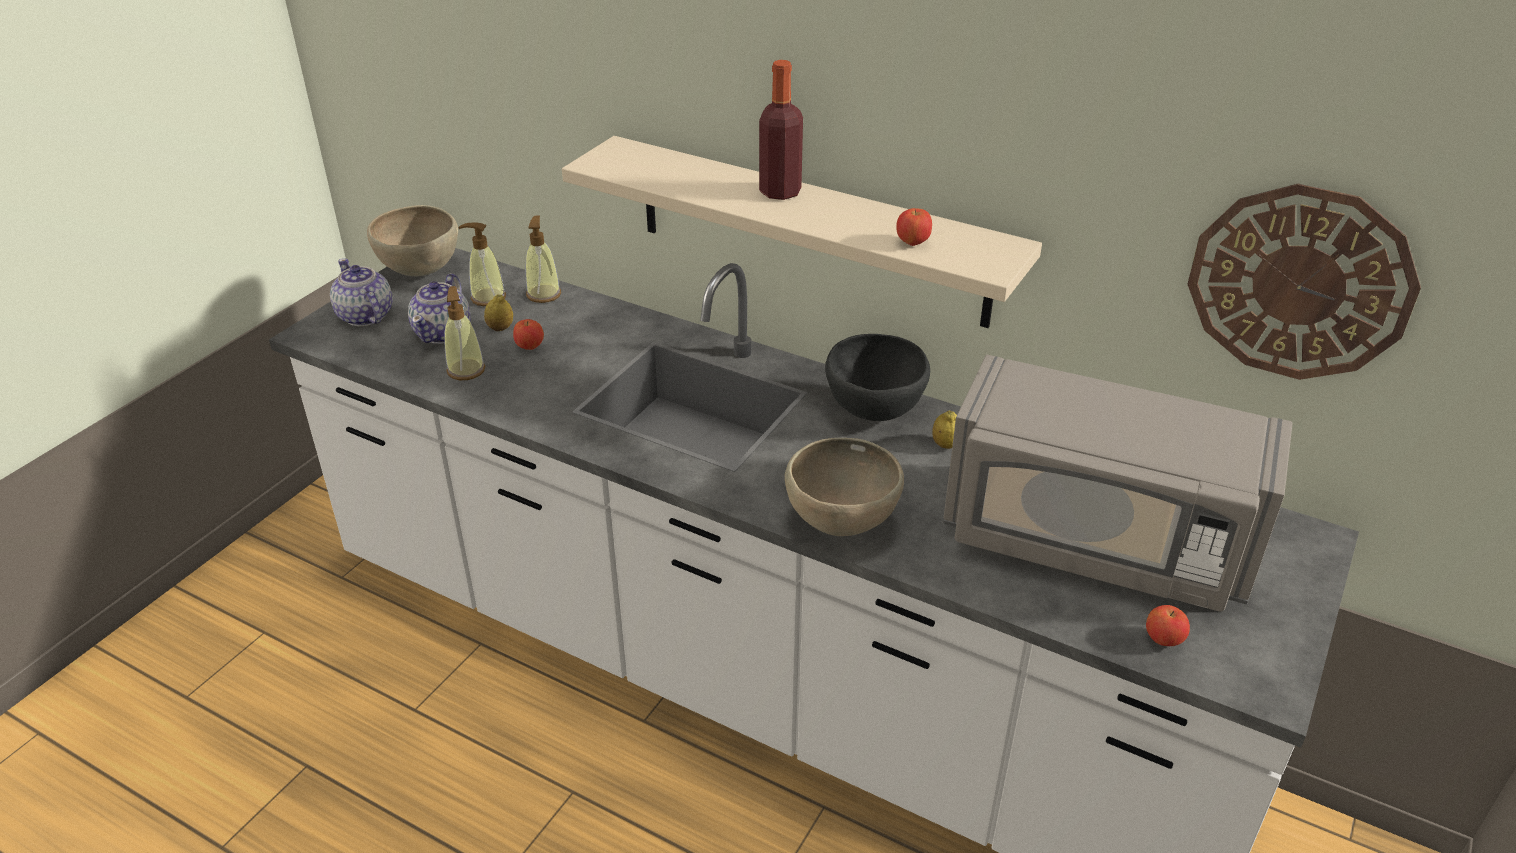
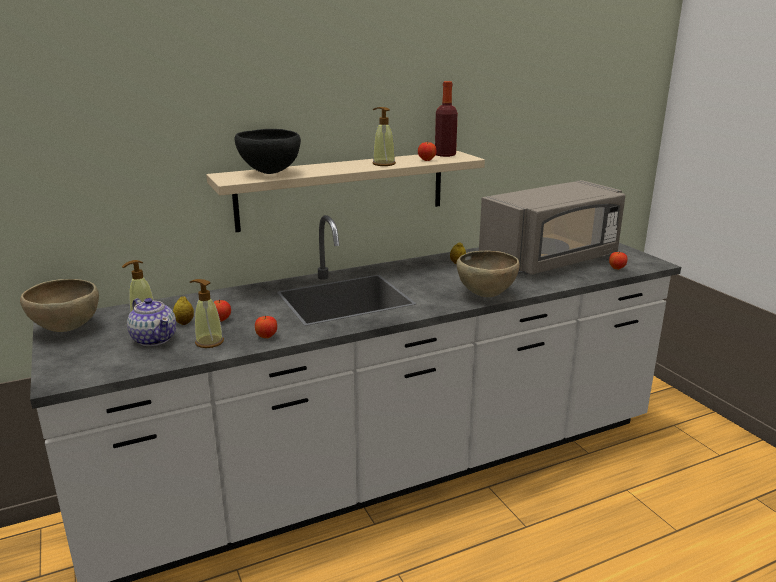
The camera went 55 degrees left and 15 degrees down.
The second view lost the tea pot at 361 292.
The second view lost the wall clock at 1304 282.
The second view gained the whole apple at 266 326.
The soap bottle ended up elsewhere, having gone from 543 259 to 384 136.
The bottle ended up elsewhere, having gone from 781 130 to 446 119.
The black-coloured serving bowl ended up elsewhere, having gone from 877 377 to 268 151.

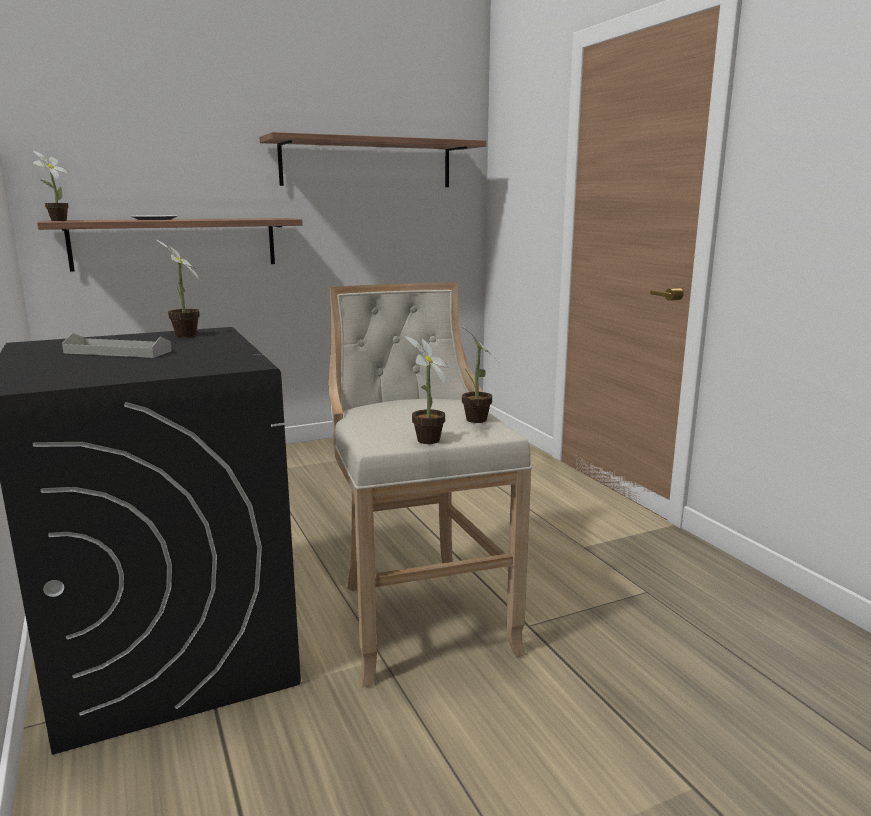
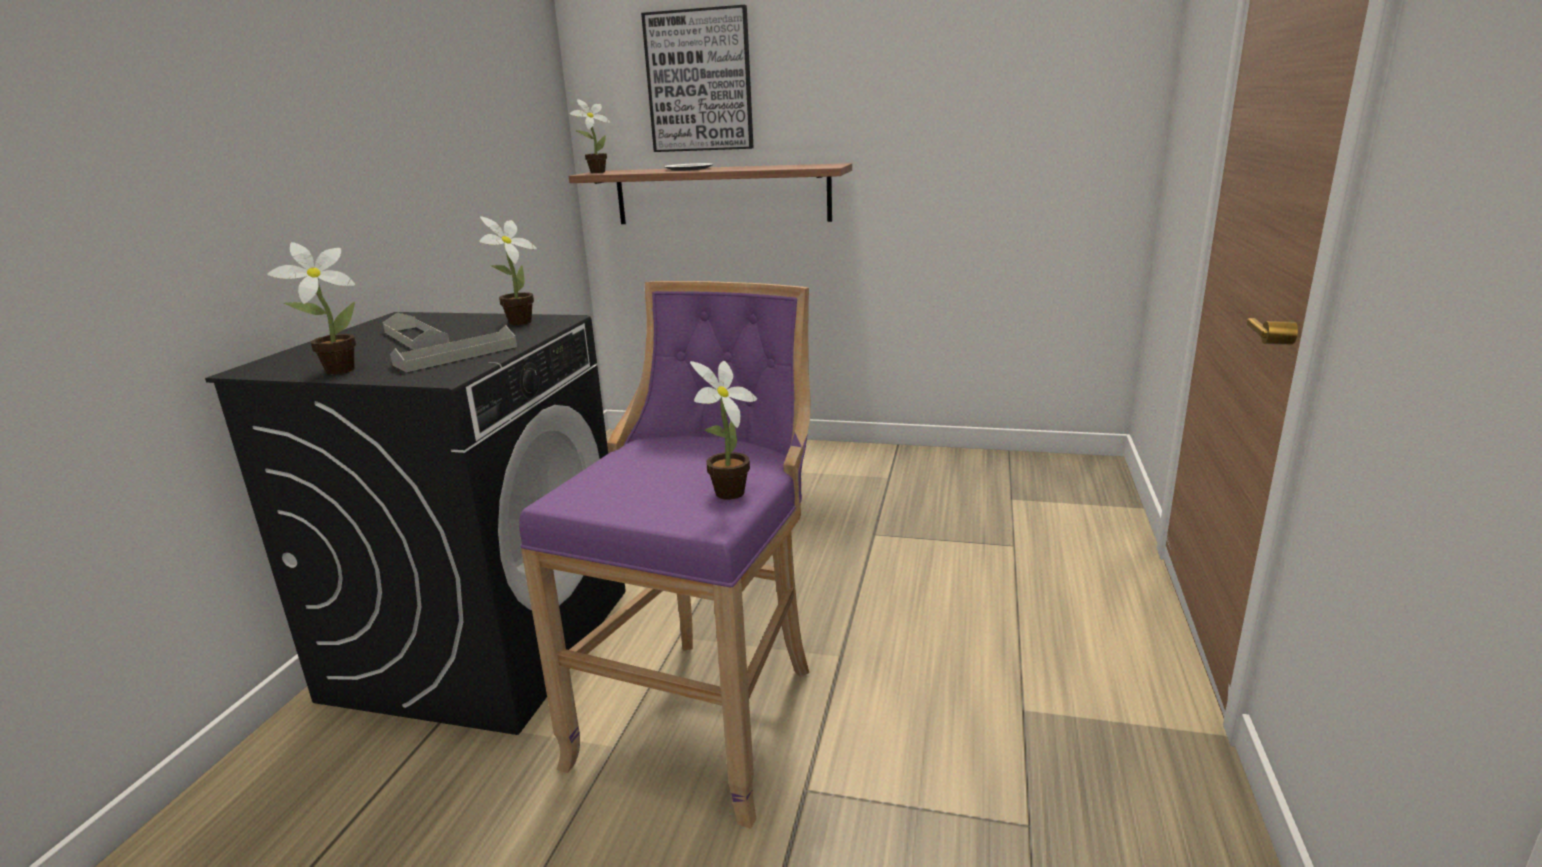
The camera went 40 degrees right and 5 degrees up.
The second view lost the wall shelf at 373 159.
The second view gained the gray carrying tray at 453 348.
The second view gained the picture at 697 78.
The houseplant ended up elsewhere, having gone from 427 390 to 311 308.
What was the beige-coloured sitting stool at 430 485 turned into the purple sitting stool at 665 555.

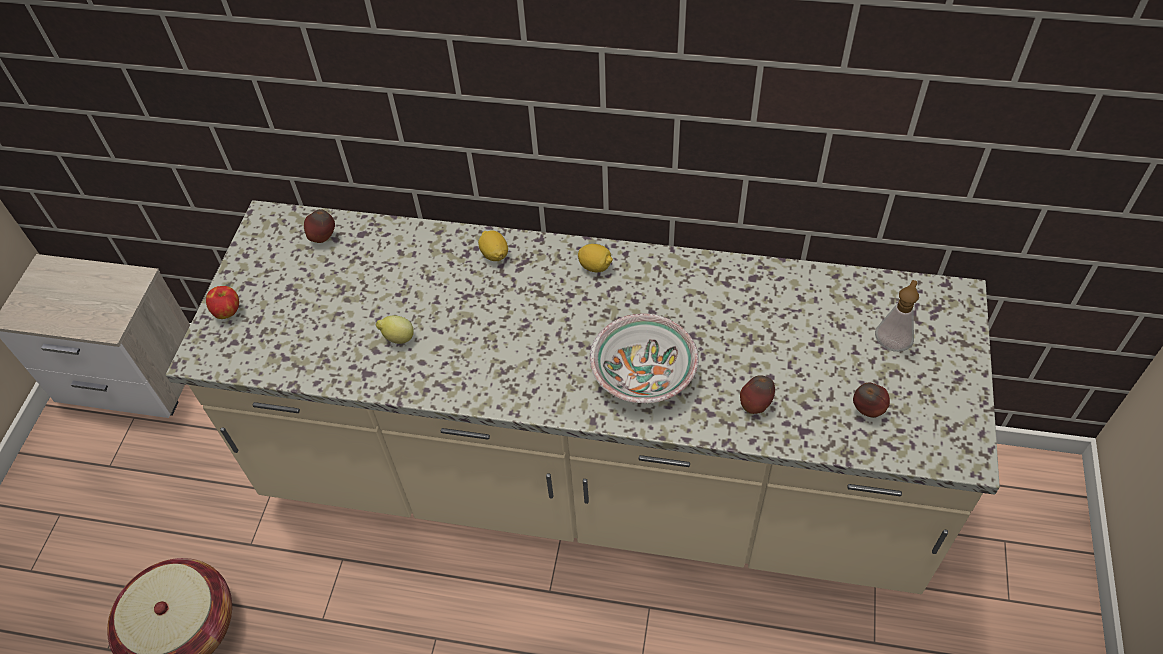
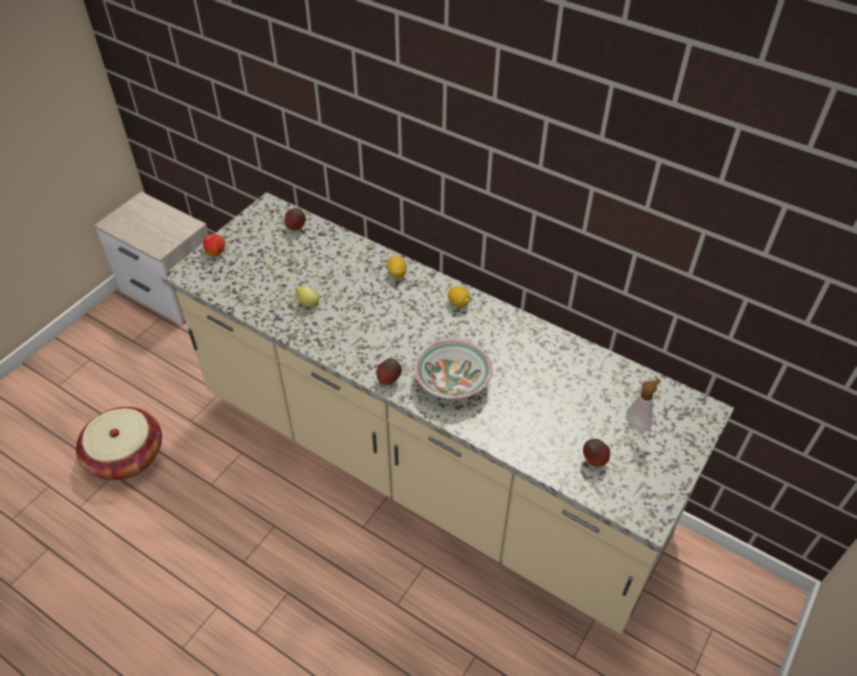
The camera went 20 degrees right and 5 degrees down.
The whole apple ended up elsewhere, having gone from 757 394 to 389 371.

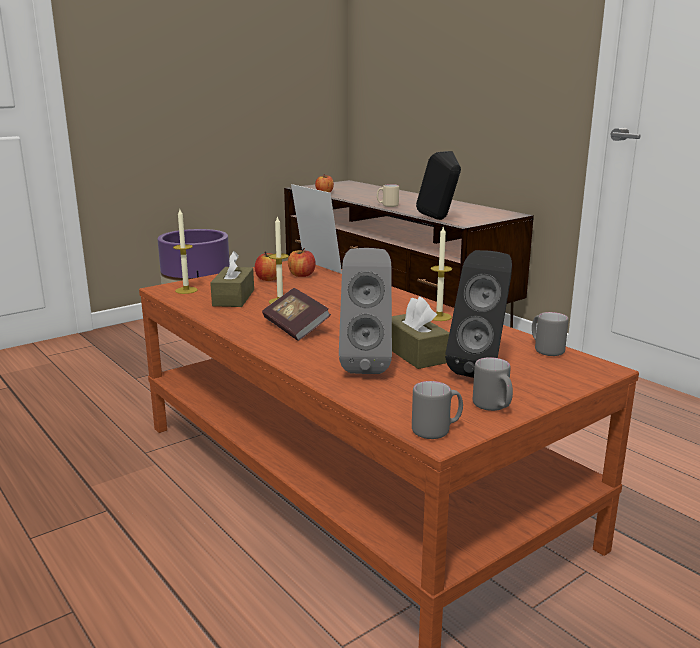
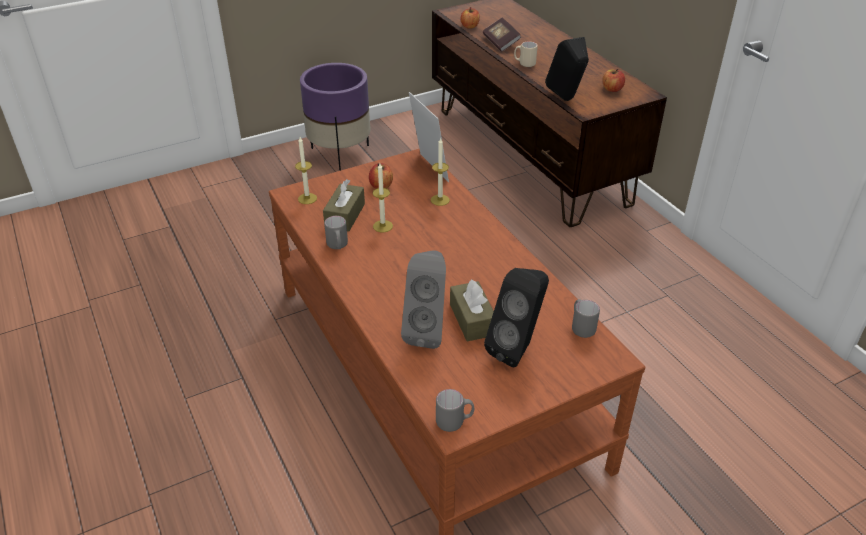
The camera went 10 degrees right and 20 degrees up.
The volume ended up elsewhere, having gone from 296 314 to 502 35.
The whole apple ended up elsewhere, having gone from 302 262 to 613 80.
The candle ended up elsewhere, having gone from 441 274 to 440 171.
The gray coffee mug ended up elsewhere, having gone from 493 384 to 336 232.

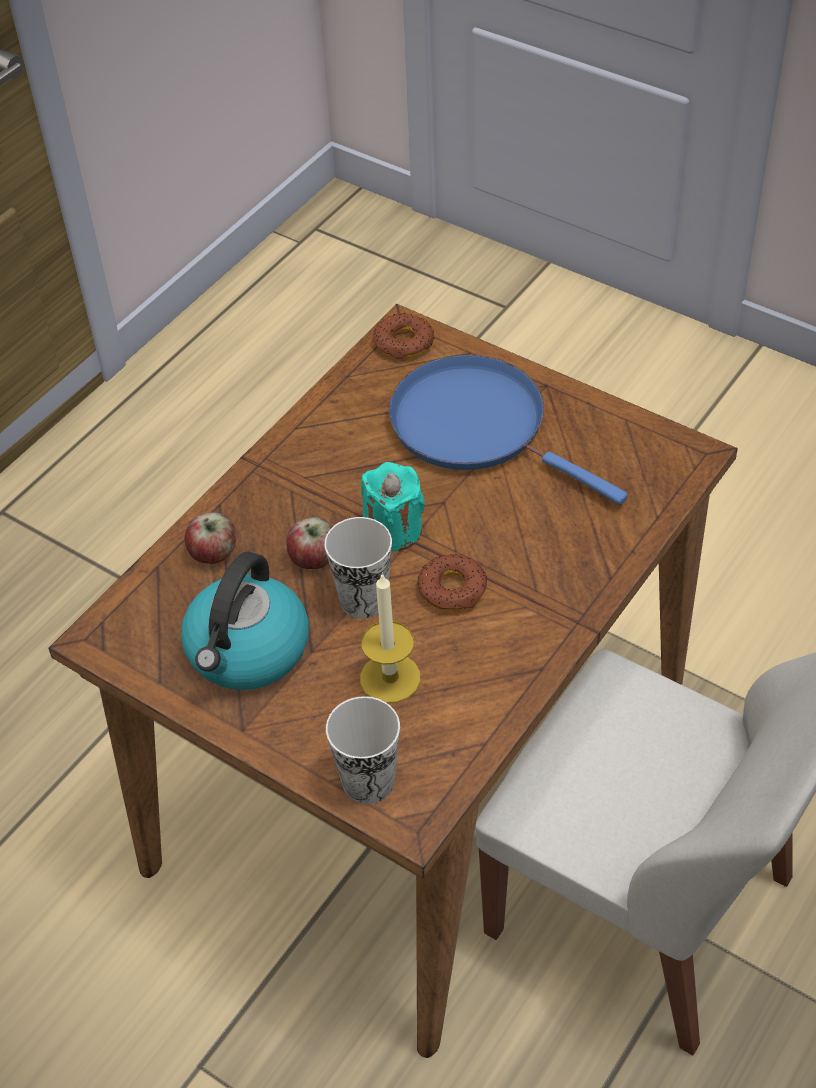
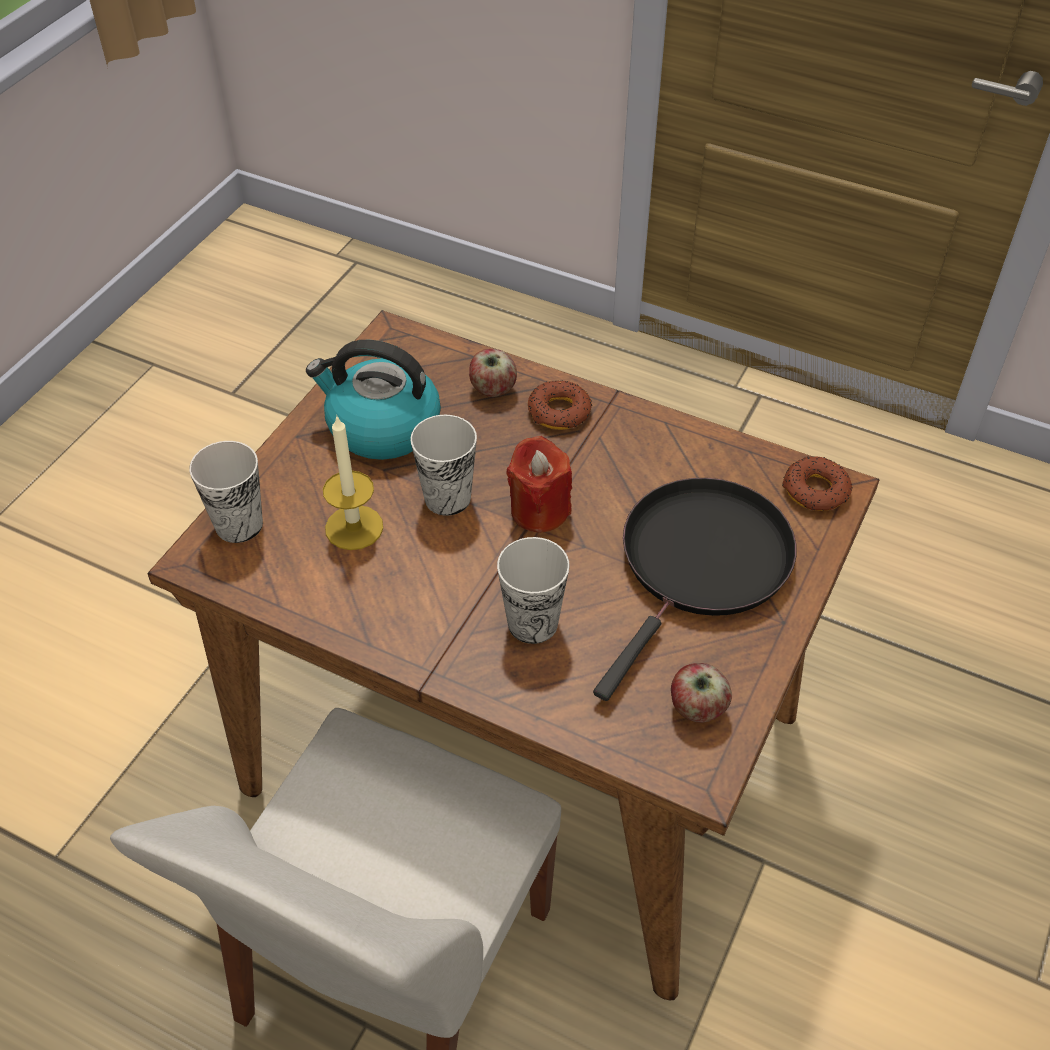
The camera went 80 degrees right and 0 degrees up.
The second view gained the cup at 533 590.
The whole apple ended up elsewhere, having gone from 309 543 to 701 693.
The donut ended up elsewhere, having gone from 452 582 to 560 405.
What was the blue-green candle at 393 506 turned into the reddish candle at 539 484.
What was the blue-coloured skillet at 508 430 turned into the black-coloured skillet at 695 589.

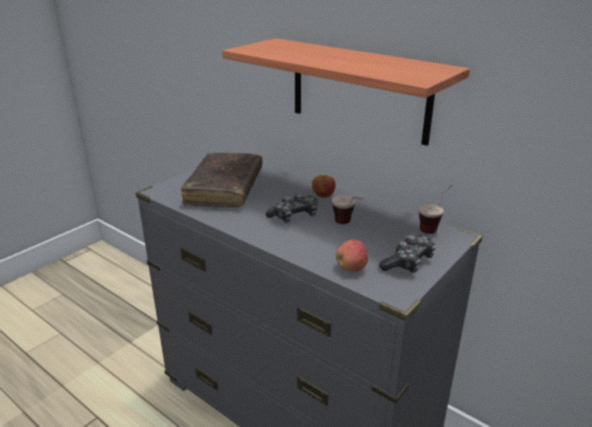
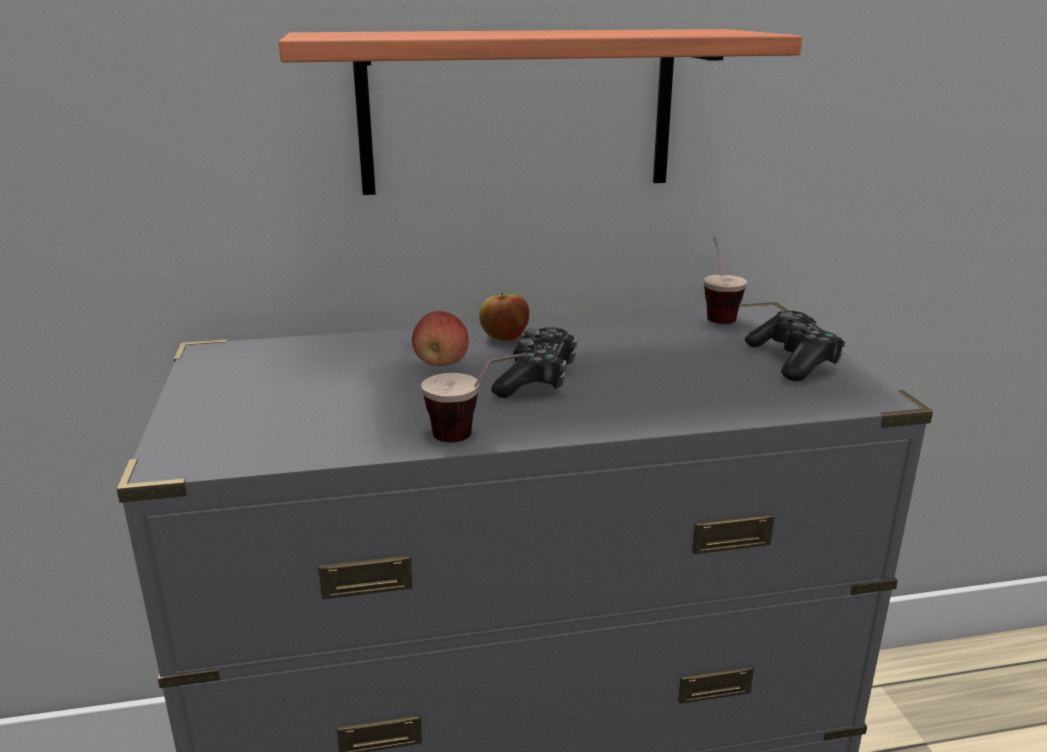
The camera went 50 degrees left and 5 degrees down.
The second view lost the brownish volume at 221 180.
The cup ended up elsewhere, having gone from 347 209 to 473 397.
The whole apple ended up elsewhere, having gone from 352 255 to 440 338.

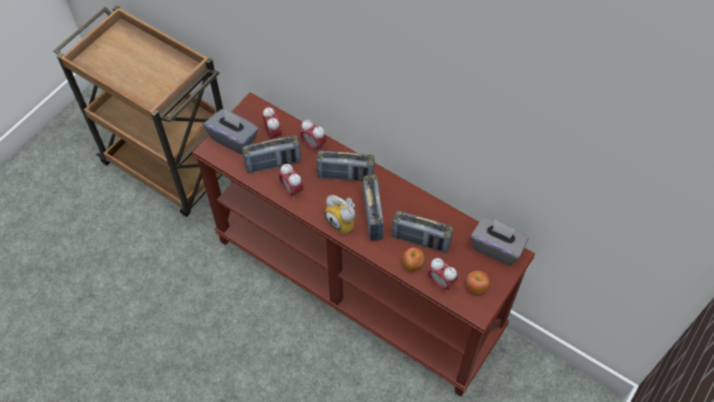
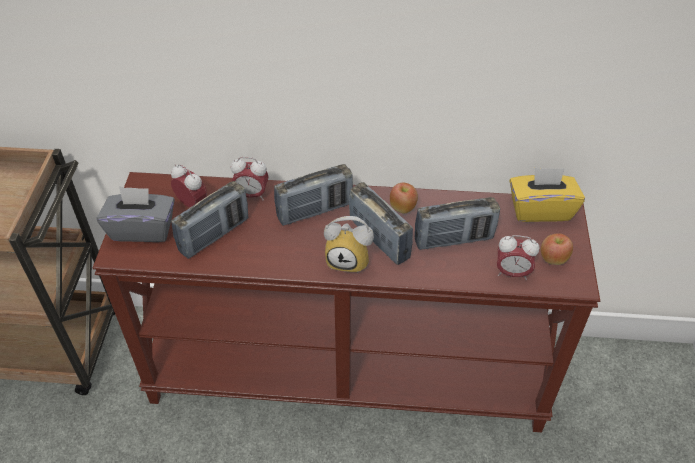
The camera went 30 degrees left and 10 degrees down.
The second view lost the alarm clock at 291 181.
The whole apple ended up elsewhere, having gone from 413 259 to 404 198.
What was the gray tissue holder at 500 241 turned into the yellow tissue holder at 547 195.

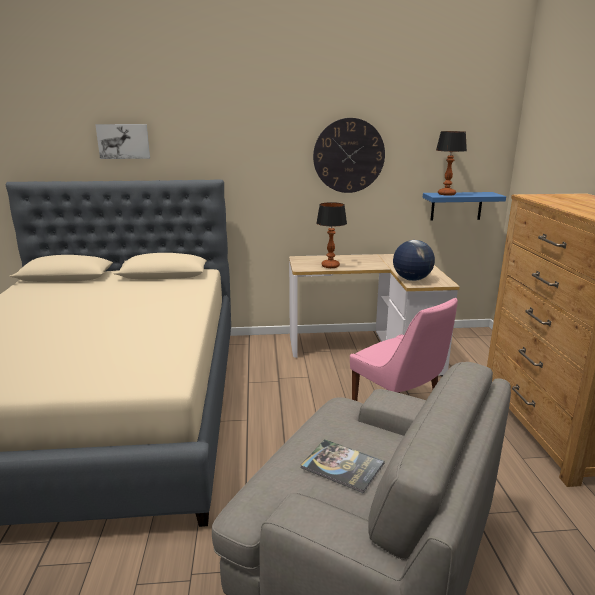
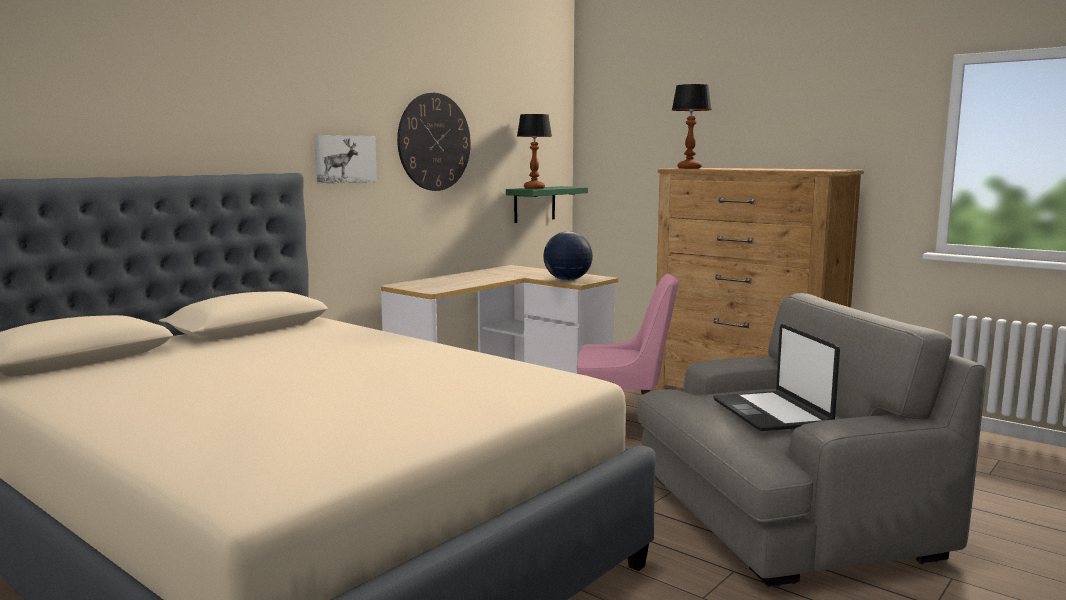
The camera went 45 degrees left and 10 degrees down.
The picture ended up elsewhere, having gone from 122 141 to 346 159.
The tabletop lamp ended up elsewhere, having gone from 331 235 to 692 126.
Where the volume stood at 343 466, the portable computer came to stand at 776 377.
What was the blue-coloured wall shelf at 464 206 turned into the greenish wall shelf at 547 204.

